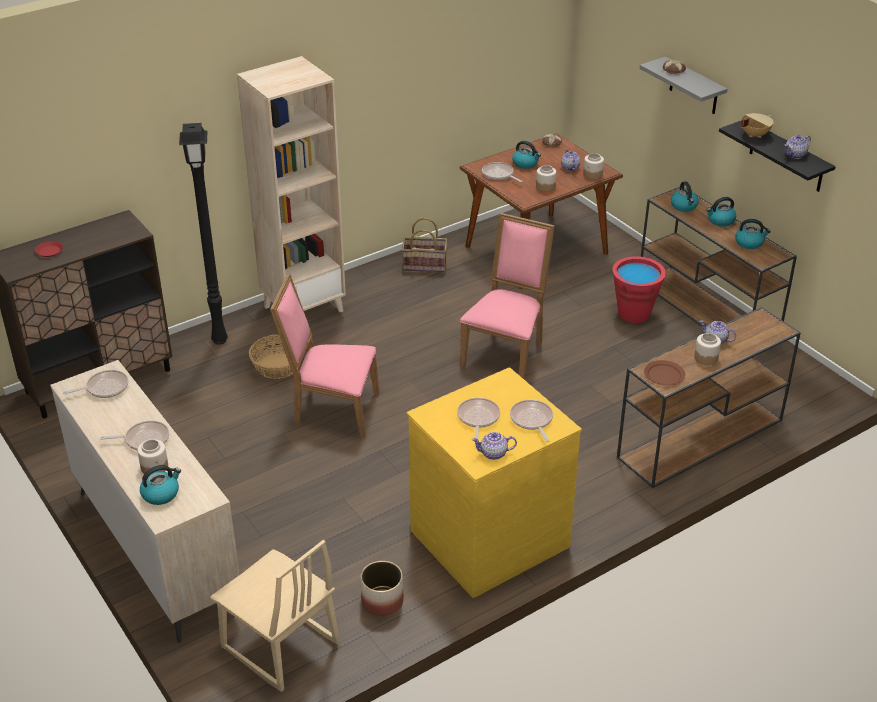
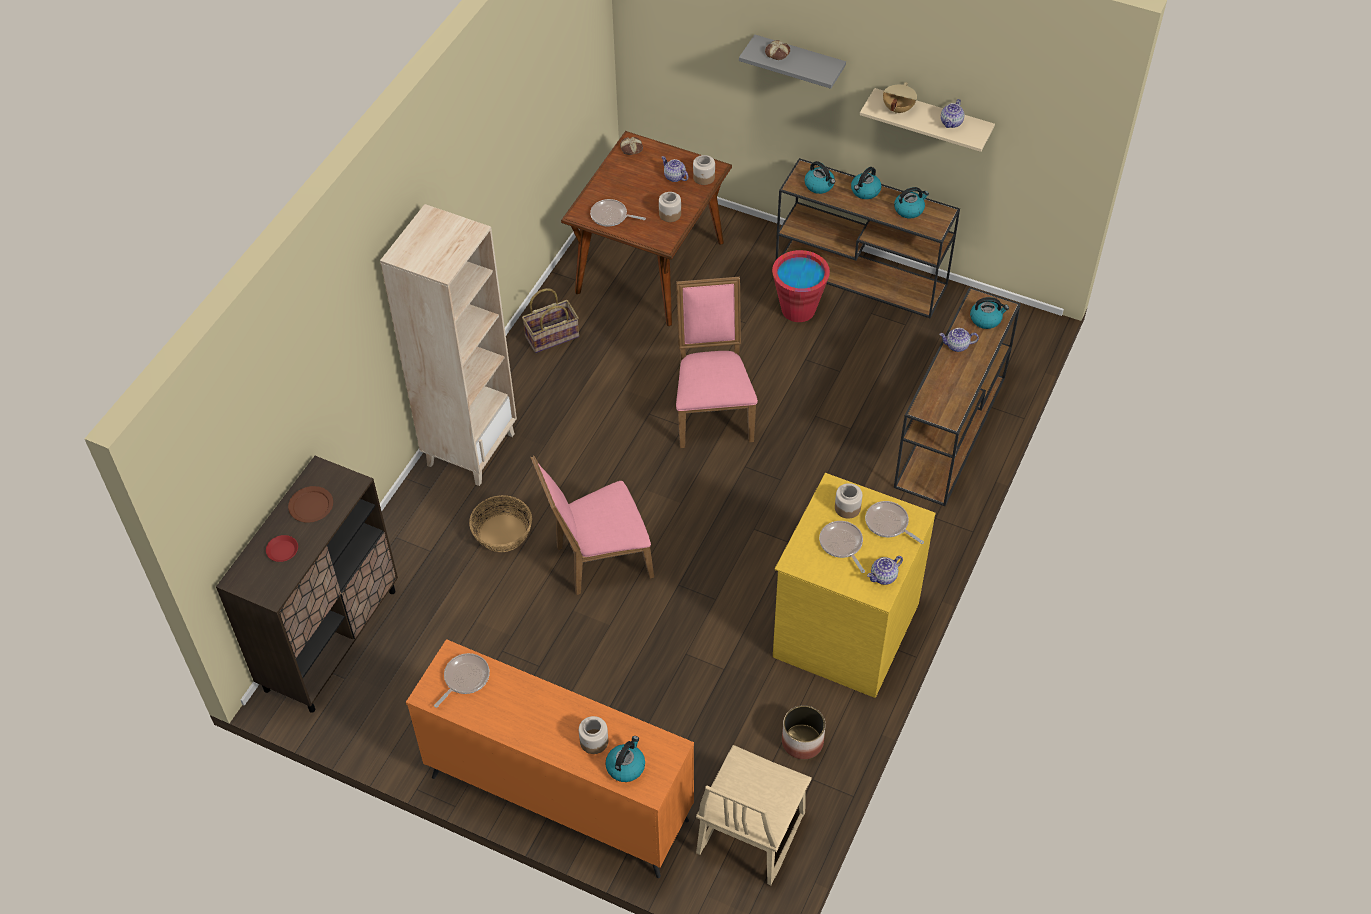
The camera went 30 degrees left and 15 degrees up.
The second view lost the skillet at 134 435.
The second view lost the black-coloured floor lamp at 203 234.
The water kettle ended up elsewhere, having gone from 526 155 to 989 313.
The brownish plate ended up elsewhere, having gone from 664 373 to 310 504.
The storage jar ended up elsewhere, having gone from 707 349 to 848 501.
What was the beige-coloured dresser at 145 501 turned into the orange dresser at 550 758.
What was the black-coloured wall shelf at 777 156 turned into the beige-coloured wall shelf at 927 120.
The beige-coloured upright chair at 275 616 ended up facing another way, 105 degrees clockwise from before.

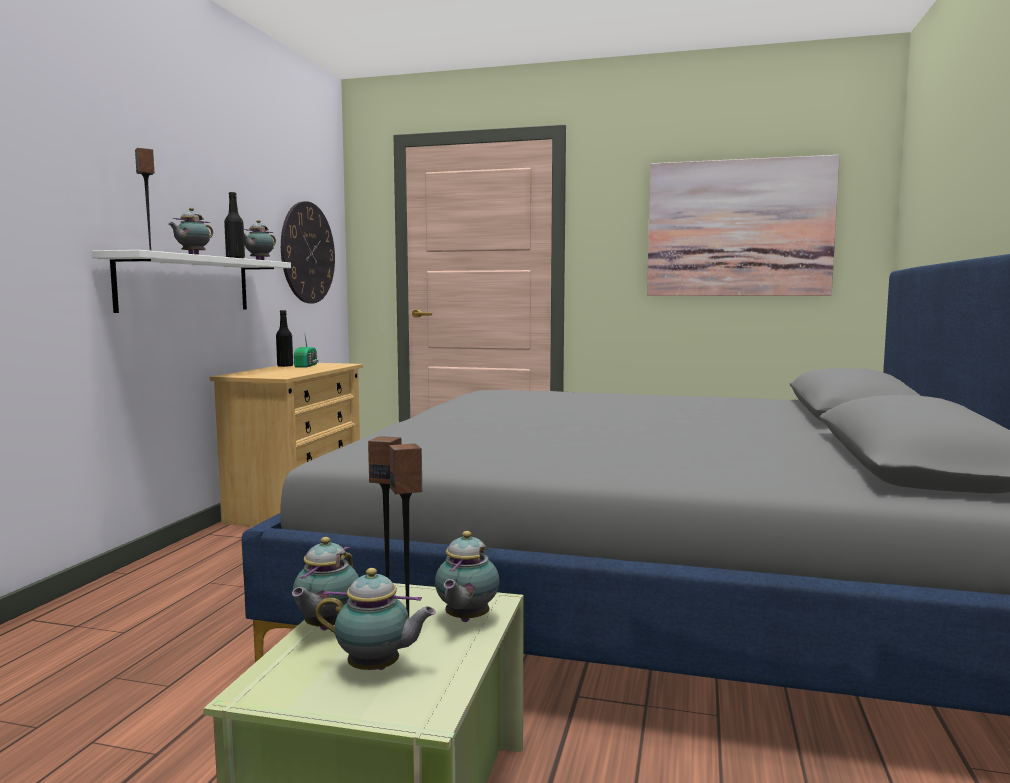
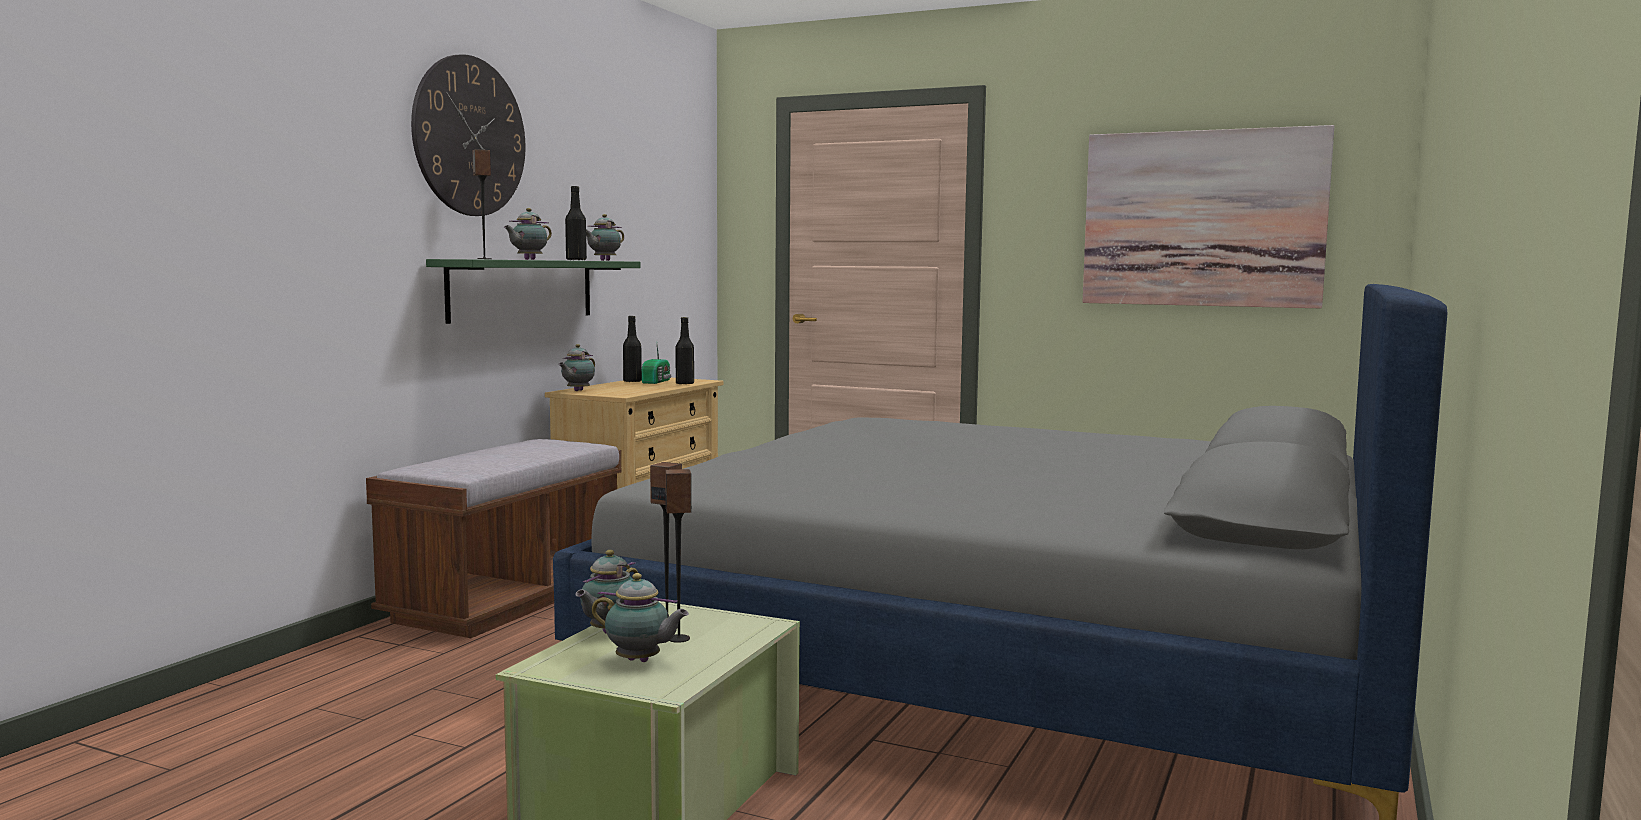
The camera went 10 degrees right and 0 degrees up.
The second view gained the brownish indoor bench at 494 538.
The second view gained the black-coloured bottle at 685 351.
The wall clock ended up elsewhere, having gone from 308 252 to 468 135.
The tea pot ended up elsewhere, having gone from 467 576 to 576 367.
What was the white wall shelf at 191 281 turned into the greenish wall shelf at 533 291.

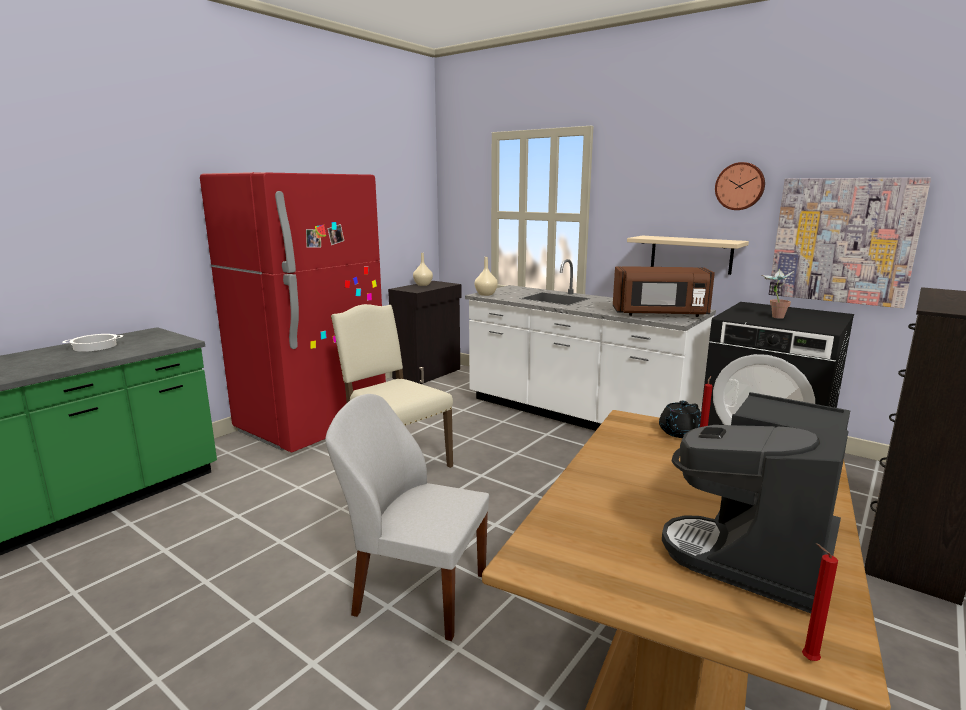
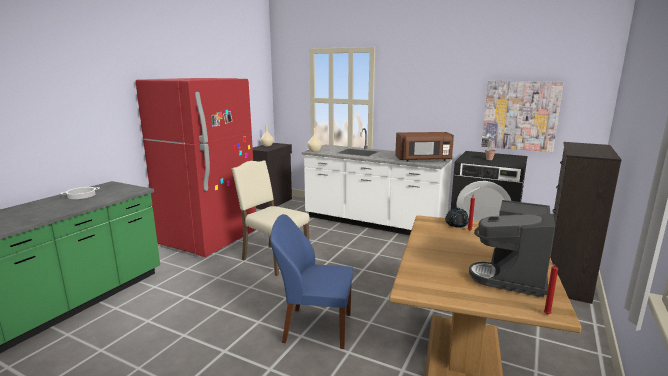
The camera went 10 degrees left and 0 degrees up.
The second view lost the beige-coloured wall shelf at 688 255.
The second view lost the wall clock at 740 186.
What was the white upright chair at 407 517 turned into the blue-coloured upright chair at 311 281.

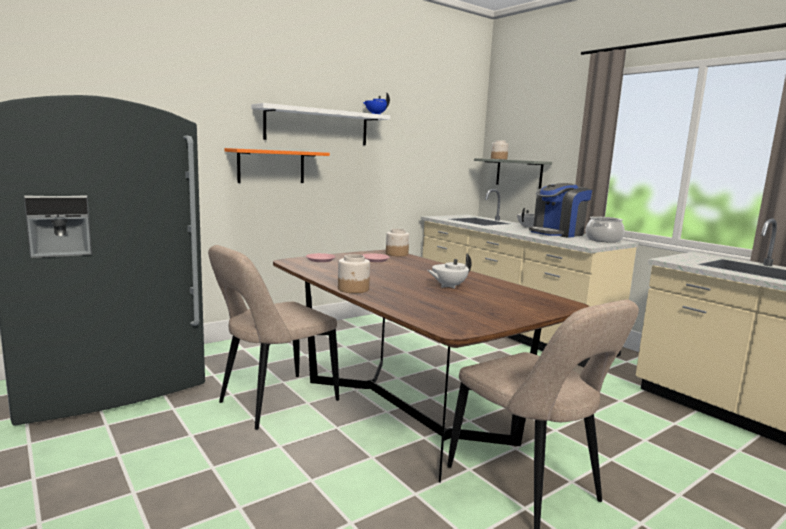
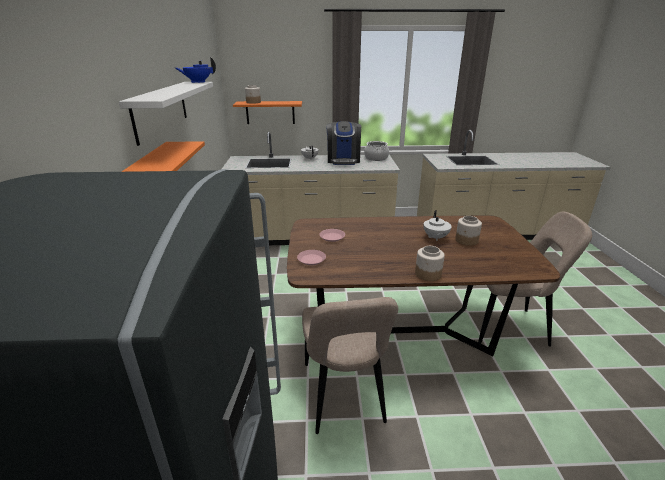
The camera went 55 degrees left and 15 degrees up.
The storage jar ended up elsewhere, having gone from 397 242 to 468 231.
What was the gray wall shelf at 513 173 turned into the orange wall shelf at 267 112.

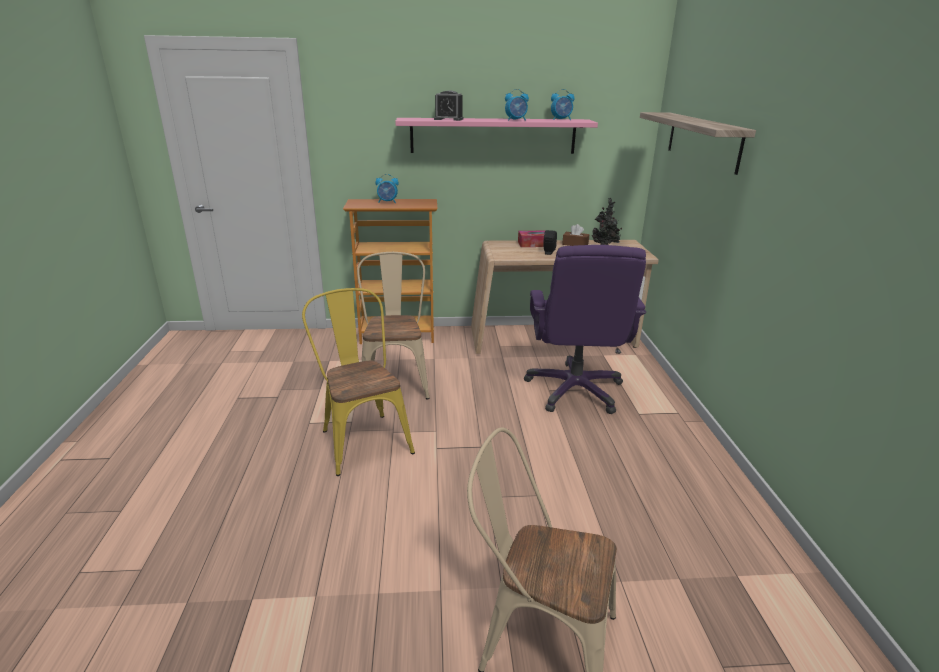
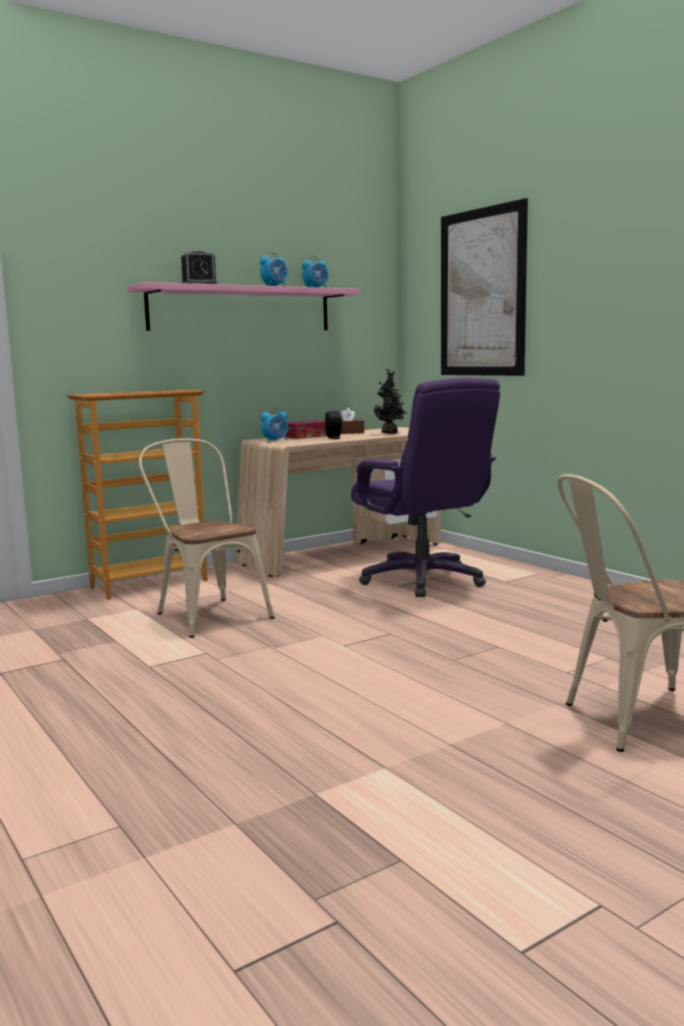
The camera went 30 degrees left and 15 degrees down.
The second view lost the yellow upright chair at 358 382.
The alarm clock ended up elsewhere, having gone from 387 188 to 274 424.
Where the wall shelf hung at 698 143, the picture came to hang at 484 287.

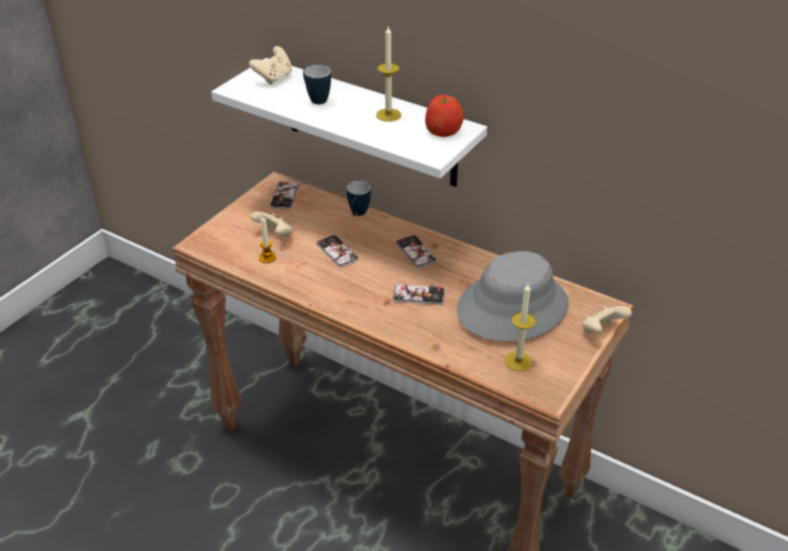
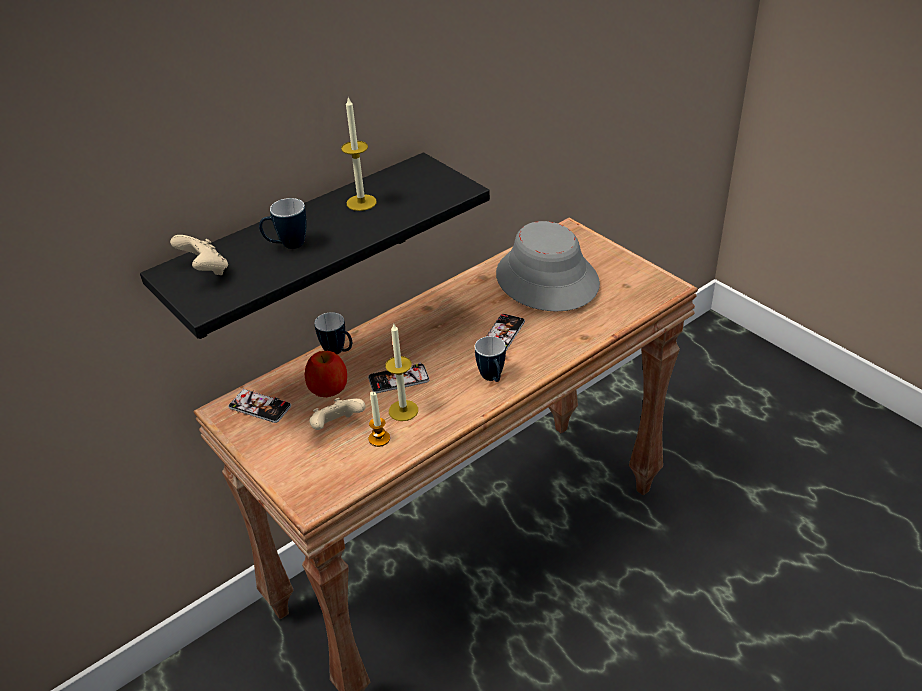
The camera went 70 degrees left and 0 degrees up.
The second view lost the telephone at 416 251.
The second view lost the beige-coloured gamepad at 607 319.
The second view gained the coffee mug at 490 359.
The whole apple ended up elsewhere, having gone from 444 116 to 326 374.
The candle ended up elsewhere, having gone from 520 327 to 401 372.
What was the white wall shelf at 349 122 turned into the black-coloured wall shelf at 315 245.

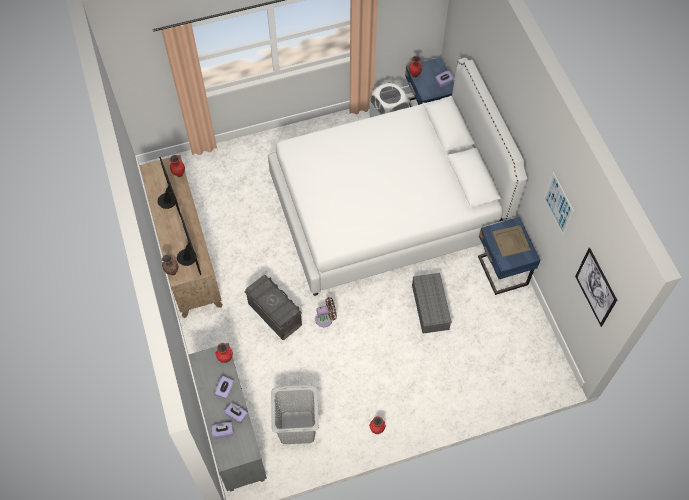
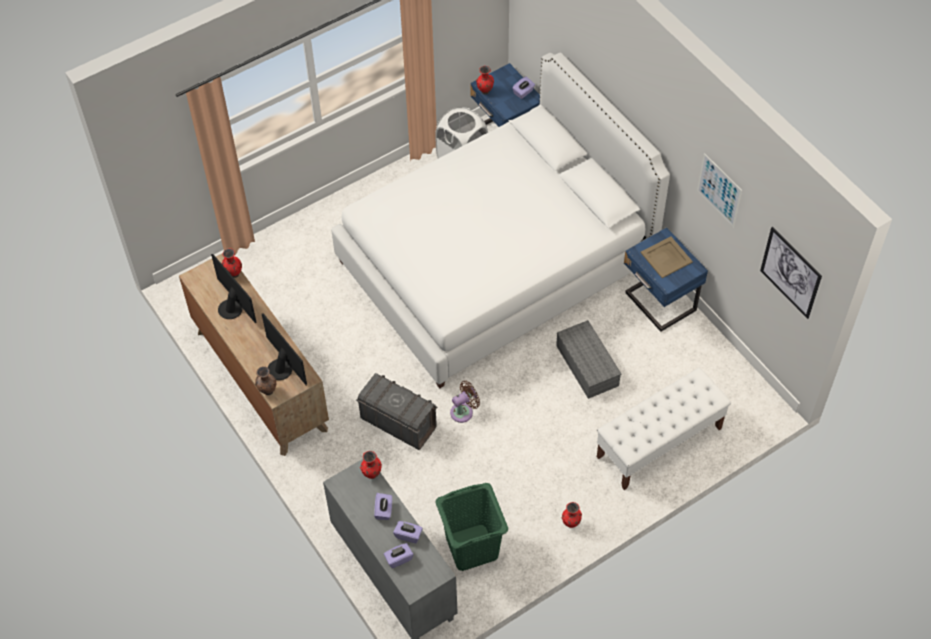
The camera went 15 degrees left and 5 degrees down.
The second view gained the white indoor bench at 664 428.
What was the gray washing basket at 295 415 turned into the greenish washing basket at 471 527.

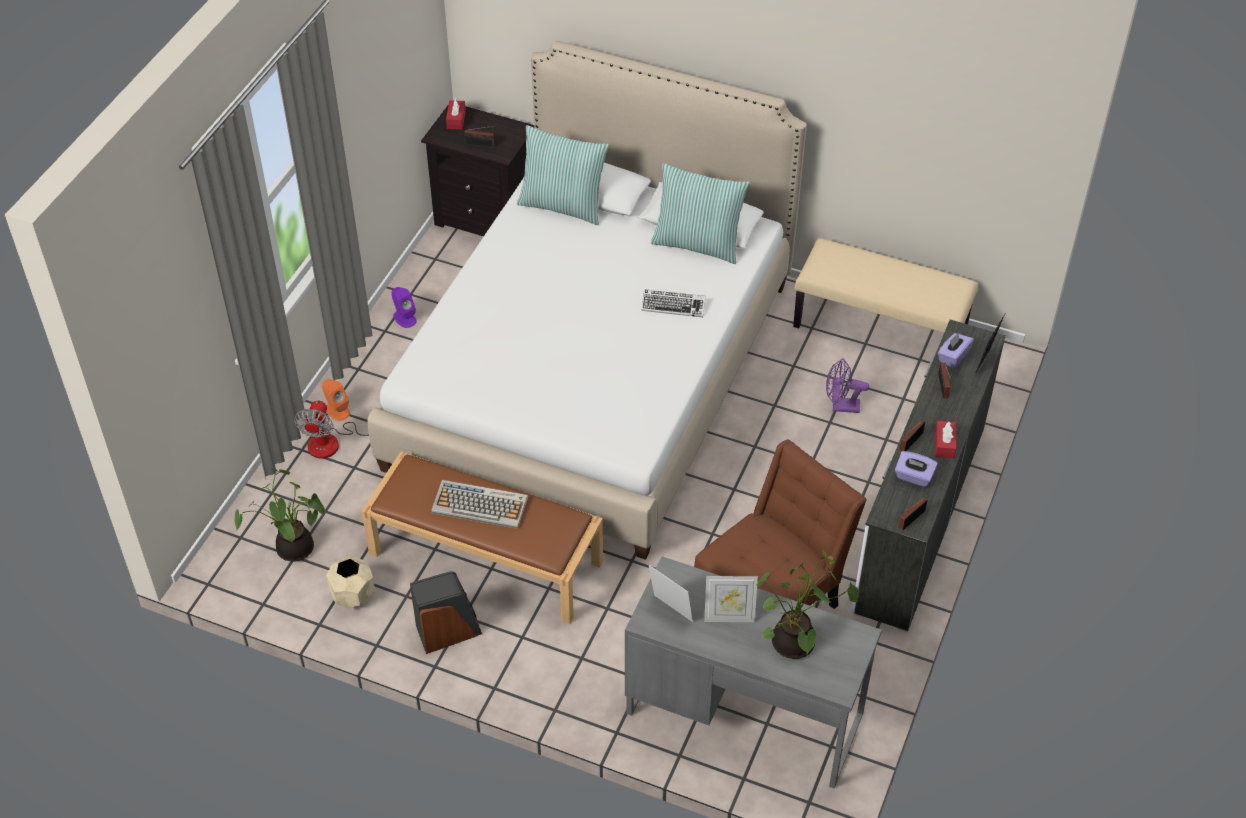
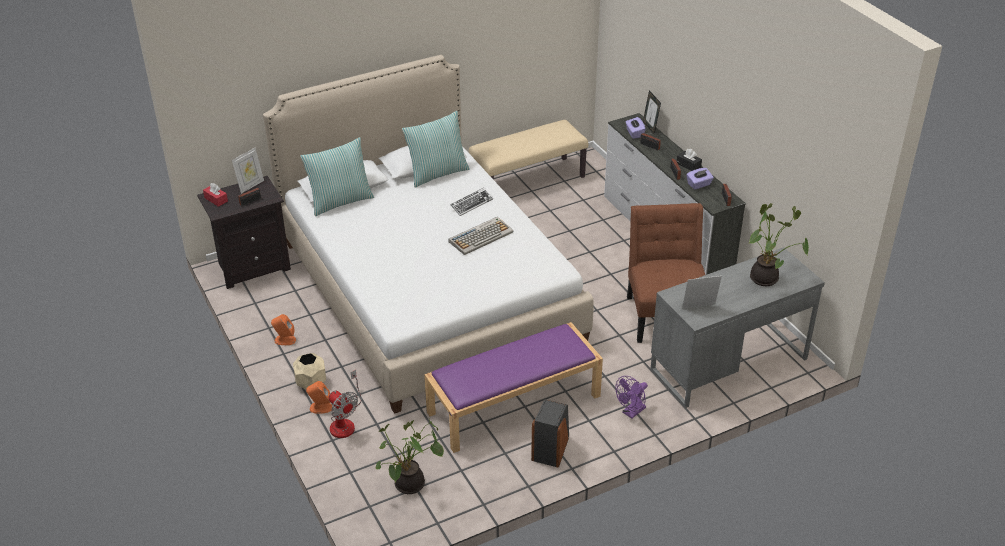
The camera went 50 degrees left and 10 degrees down.
The beige-coloured planter ended up elsewhere, having gone from 350 582 to 309 371.
The keyboard ended up elsewhere, having gone from 479 504 to 480 236.
The picture frame ended up elsewhere, having gone from 731 599 to 248 170.
The purple fan ended up elsewhere, having gone from 847 385 to 631 397.
What was the brownish indoor bench at 482 537 turned into the purple indoor bench at 513 387.
What was the purple speaker at 404 307 turned into the orange speaker at 283 329.
What was the reddish tissue holder at 945 440 turned into the black-coloured tissue holder at 689 160.

